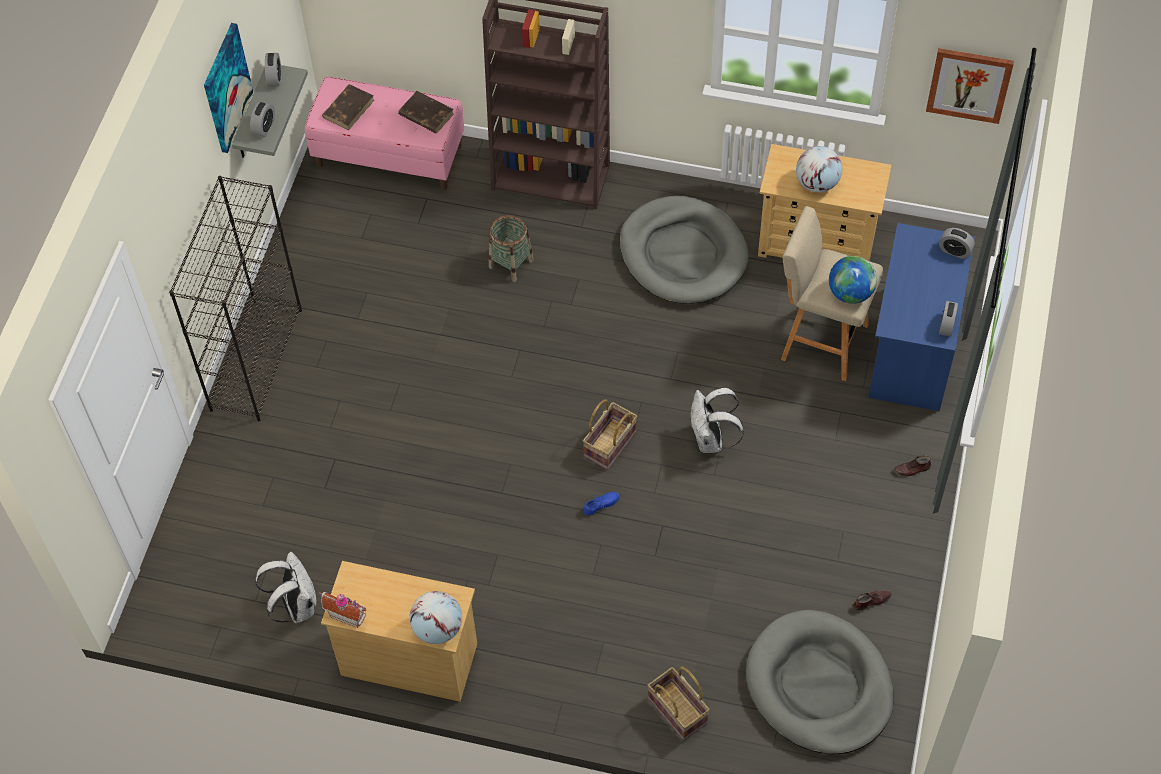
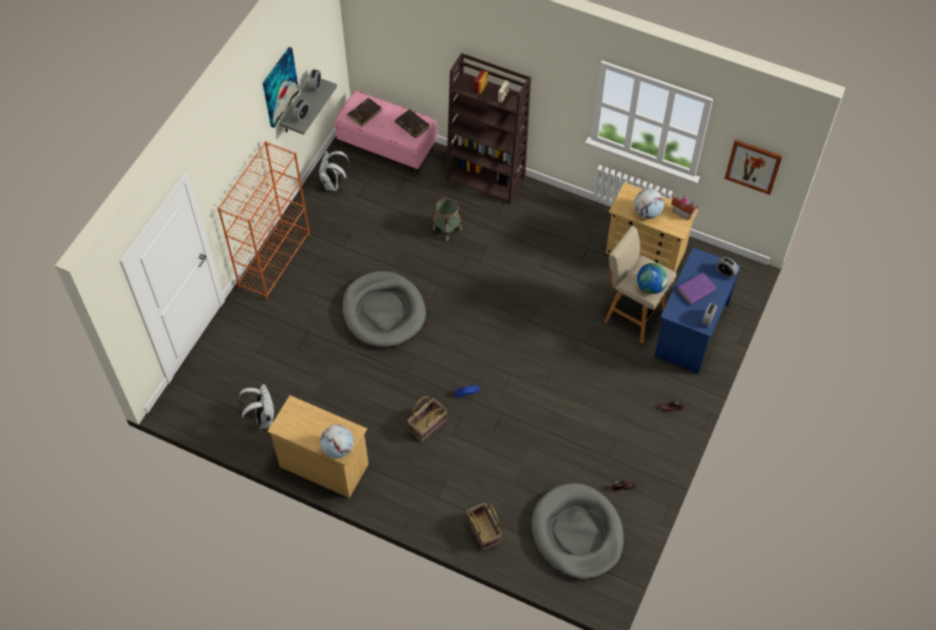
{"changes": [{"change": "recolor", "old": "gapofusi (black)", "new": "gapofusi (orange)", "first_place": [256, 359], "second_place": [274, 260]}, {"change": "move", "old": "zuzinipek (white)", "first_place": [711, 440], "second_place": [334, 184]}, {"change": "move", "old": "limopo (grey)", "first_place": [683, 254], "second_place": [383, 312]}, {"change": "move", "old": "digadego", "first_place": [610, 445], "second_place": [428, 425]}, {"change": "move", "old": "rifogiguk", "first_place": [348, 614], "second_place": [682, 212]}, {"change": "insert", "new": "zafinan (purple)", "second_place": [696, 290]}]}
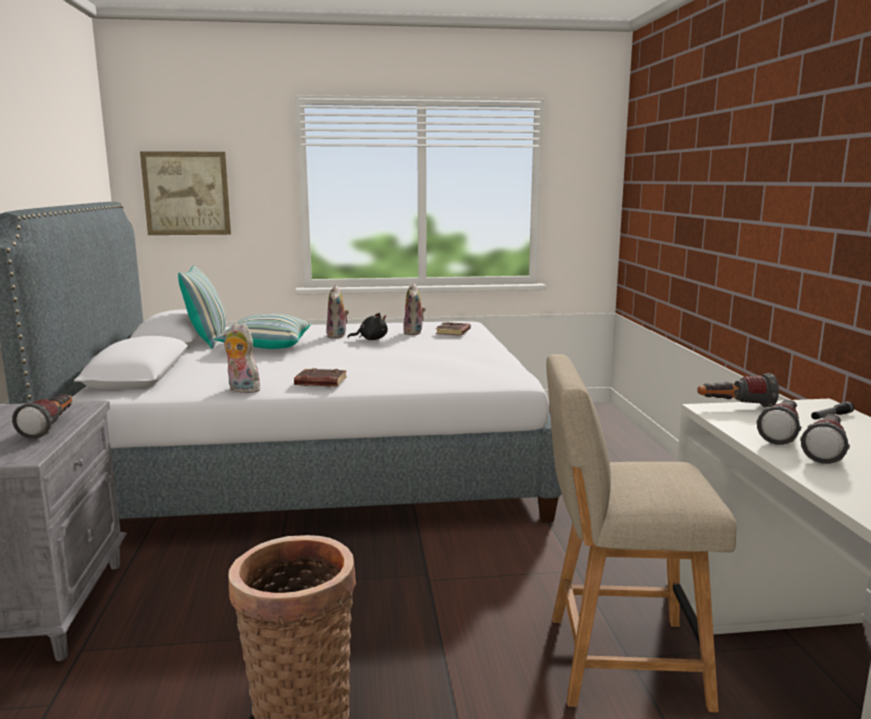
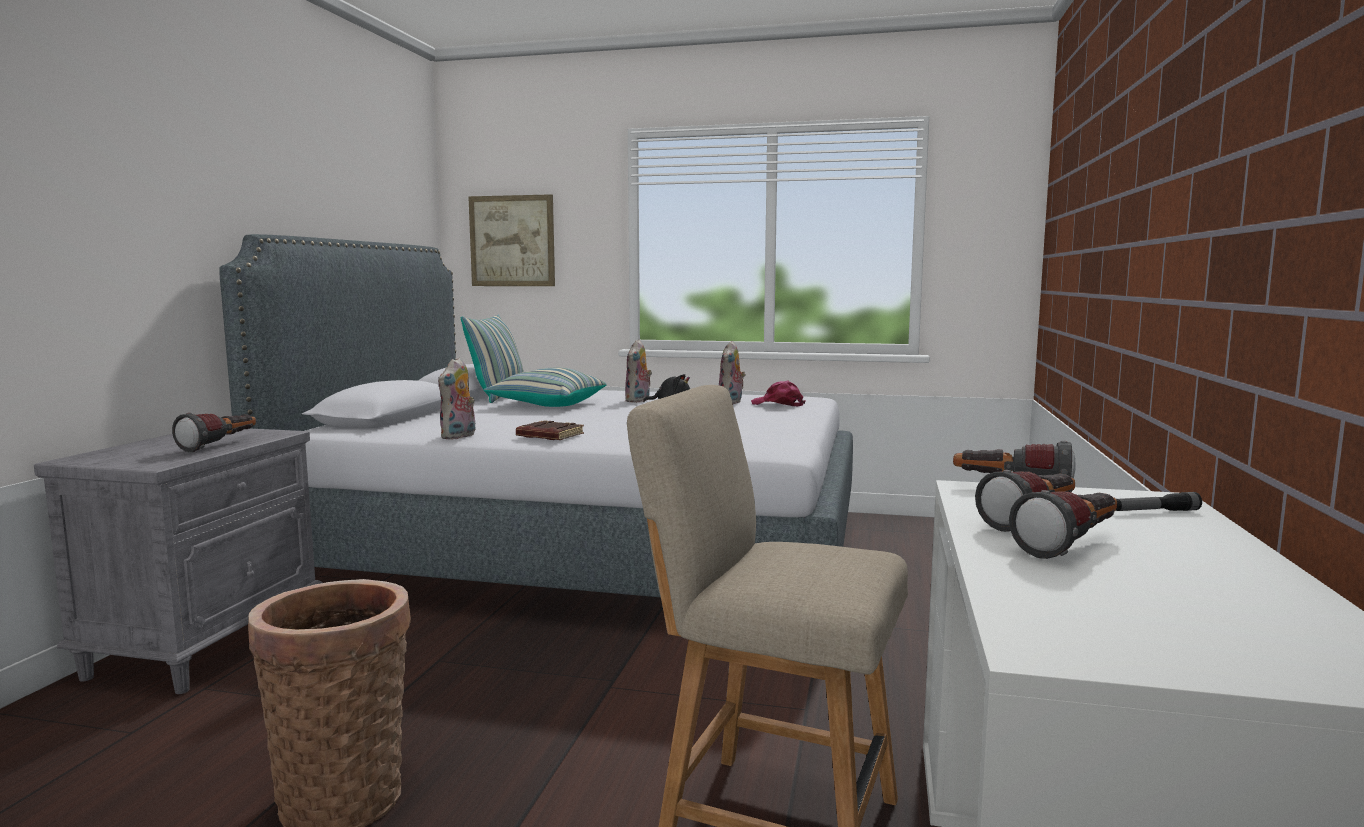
{"changes": [{"change": "rotate", "old": "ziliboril", "first_place": [241, 390], "second_place": [459, 436], "degrees": -120}, {"change": "replace", "old": "zafinan (brown)", "new": "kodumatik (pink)", "first_place": [453, 332], "second_place": [778, 404]}]}
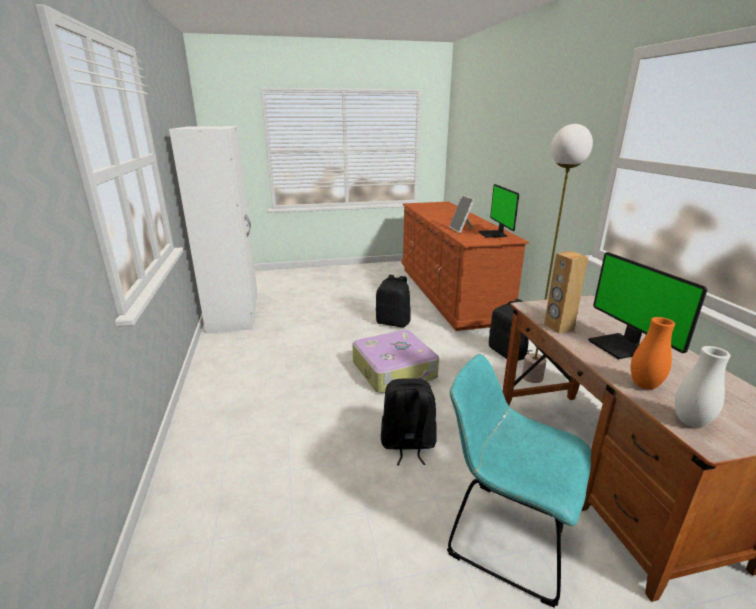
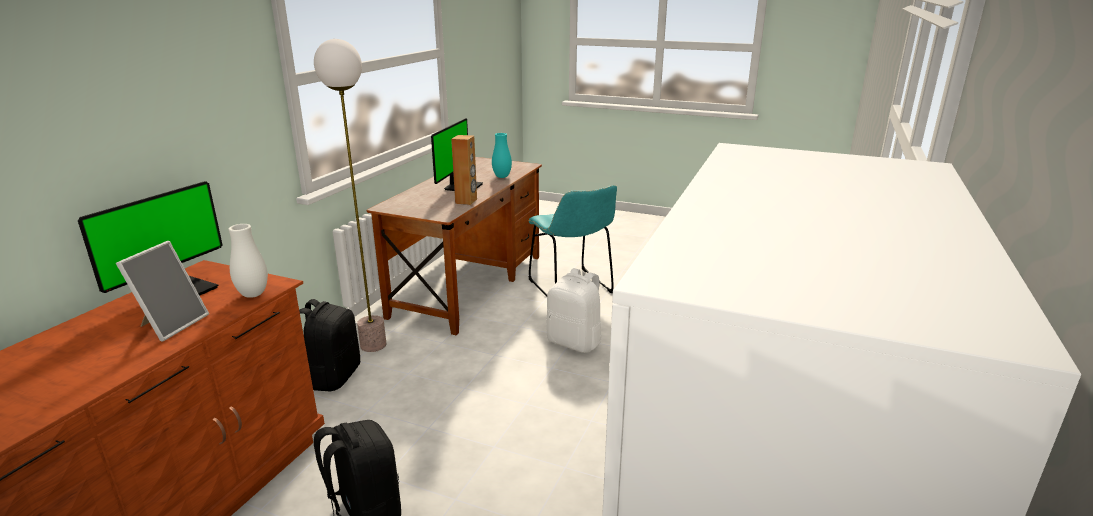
{"changes": [{"change": "move", "old": "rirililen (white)", "first_place": [690, 422], "second_place": [253, 294]}, {"change": "recolor", "old": "rirililen (orange)", "new": "rirililen (turquoise)", "first_place": [644, 385], "second_place": [502, 177]}, {"change": "recolor", "old": "zuzinipek (black)", "new": "zuzinipek (white)", "first_place": [407, 444], "second_place": [575, 342]}, {"change": "delete", "old": "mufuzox", "first_place": [395, 370]}]}
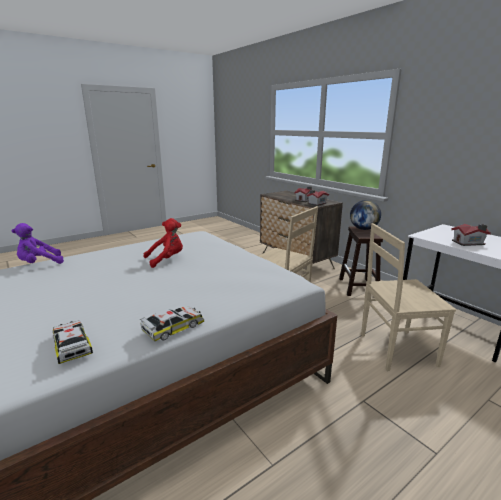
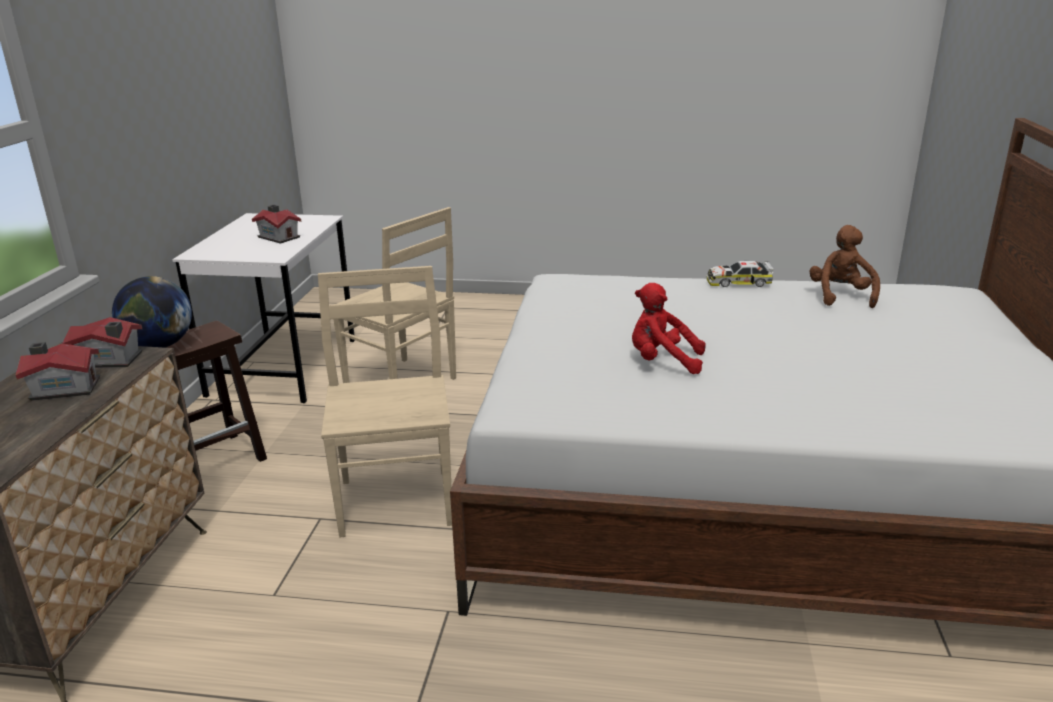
{"changes": [{"change": "replace", "old": "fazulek", "new": "ziliboril (brown)", "first_place": [72, 346], "second_place": [840, 296]}, {"change": "delete", "old": "ziliboril (purple)", "first_place": [39, 264]}]}
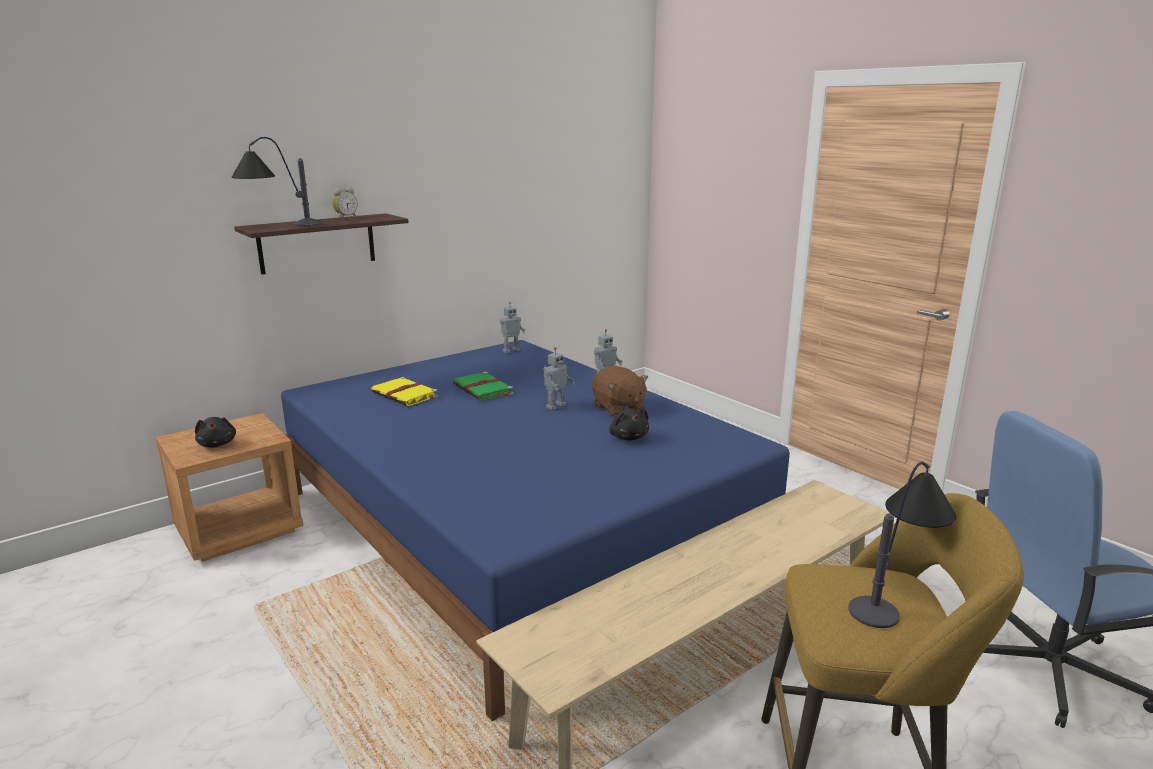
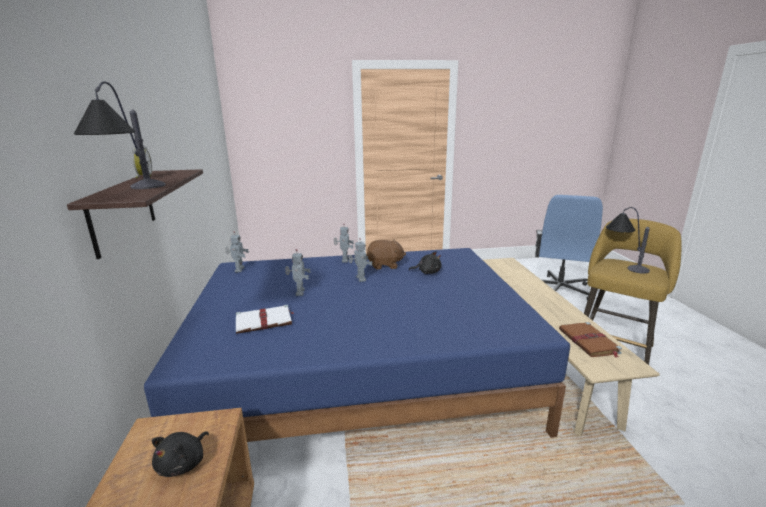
{"changes": [{"change": "rotate", "old": "ziliboril (black)", "first_place": [217, 444], "second_place": [183, 464], "degrees": 105}, {"change": "recolor", "old": "zafinan (yellow)", "new": "zafinan (white)", "first_place": [405, 395], "second_place": [265, 321]}, {"change": "replace", "old": "zafinan (green)", "new": "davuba", "first_place": [483, 389], "second_place": [299, 292]}, {"change": "insert", "new": "zafinan (brown)", "second_place": [589, 342]}]}
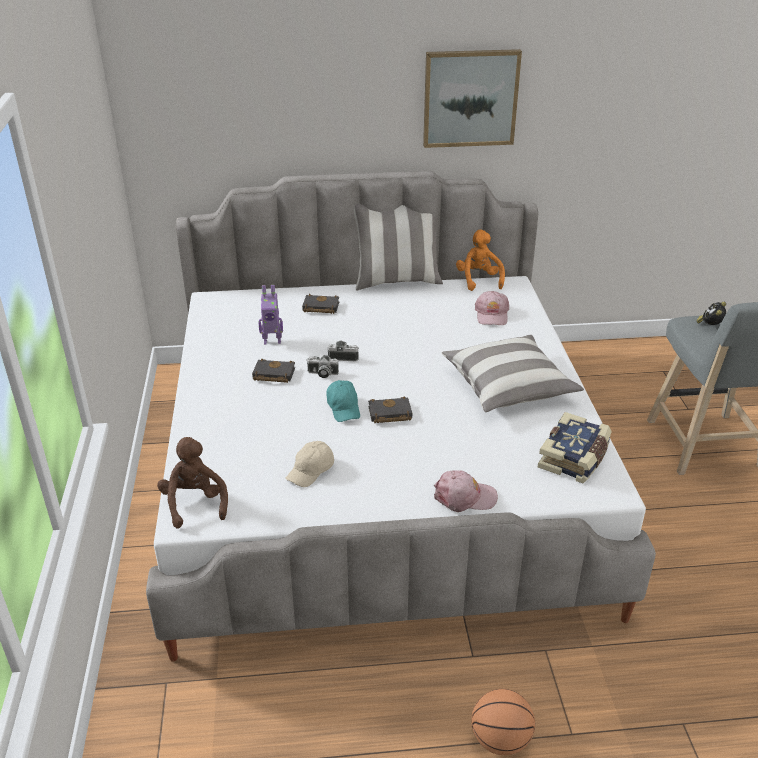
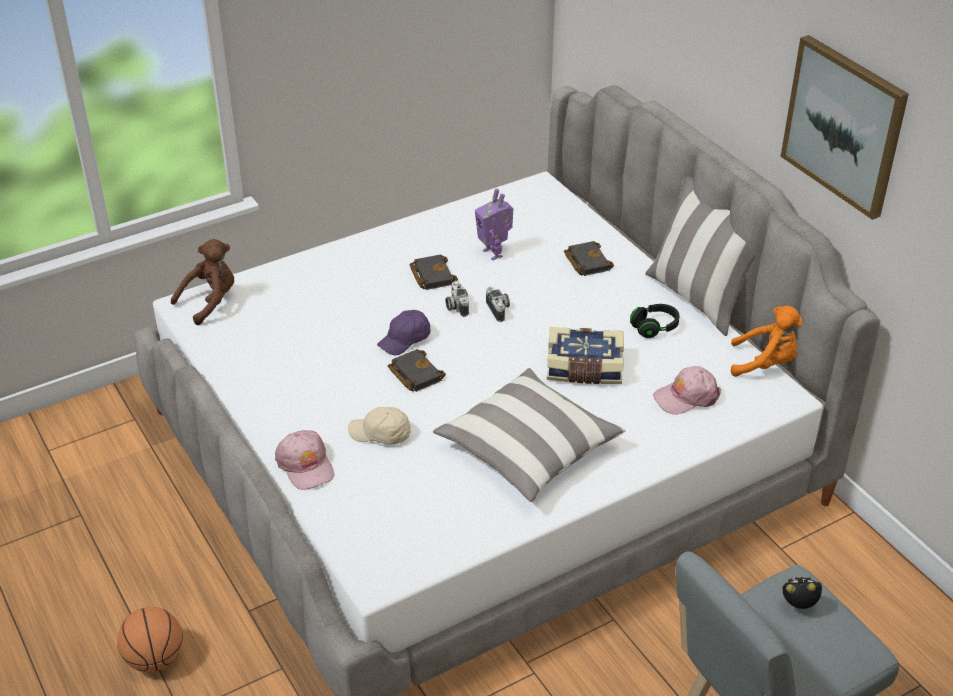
{"changes": [{"change": "move", "old": "kodumatik (beige)", "first_place": [311, 471], "second_place": [380, 434]}, {"change": "recolor", "old": "kodumatik (turquoise)", "new": "kodumatik (purple)", "first_place": [344, 408], "second_place": [405, 340]}, {"change": "move", "old": "zafinan", "first_place": [575, 458], "second_place": [584, 369]}, {"change": "insert", "new": "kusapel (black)", "second_place": [654, 328]}, {"change": "rotate", "old": "ziliboril (orange)", "first_place": [478, 280], "second_place": [766, 364], "degrees": 45}]}
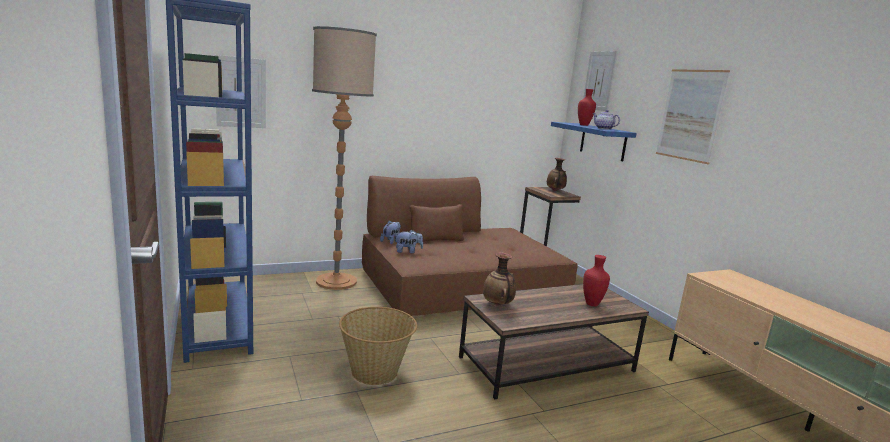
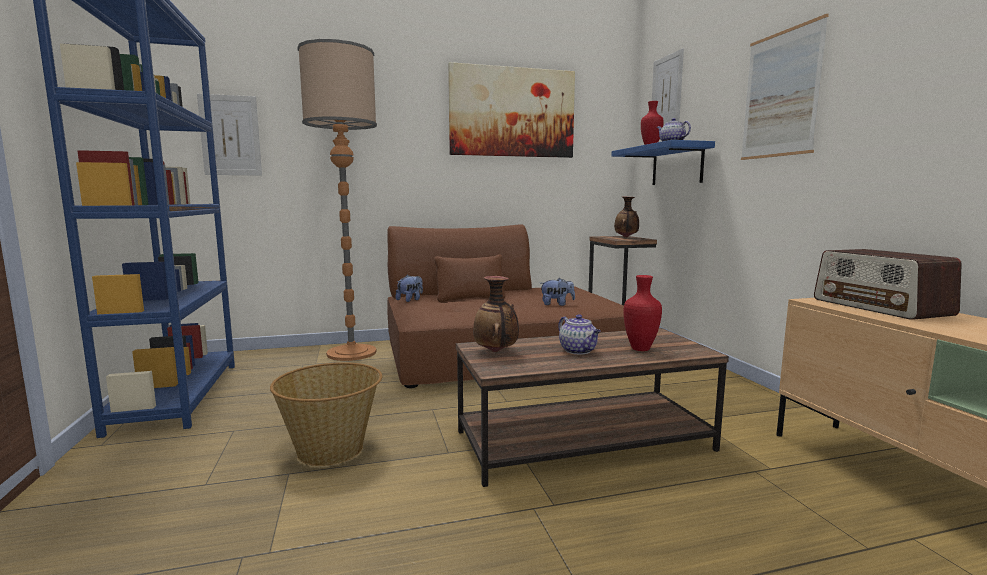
{"changes": [{"change": "insert", "new": "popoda", "second_place": [512, 112]}, {"change": "move", "old": "ziliboril", "first_place": [407, 251], "second_place": [557, 304]}, {"change": "insert", "new": "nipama", "second_place": [579, 351]}, {"change": "insert", "new": "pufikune", "second_place": [880, 307]}]}
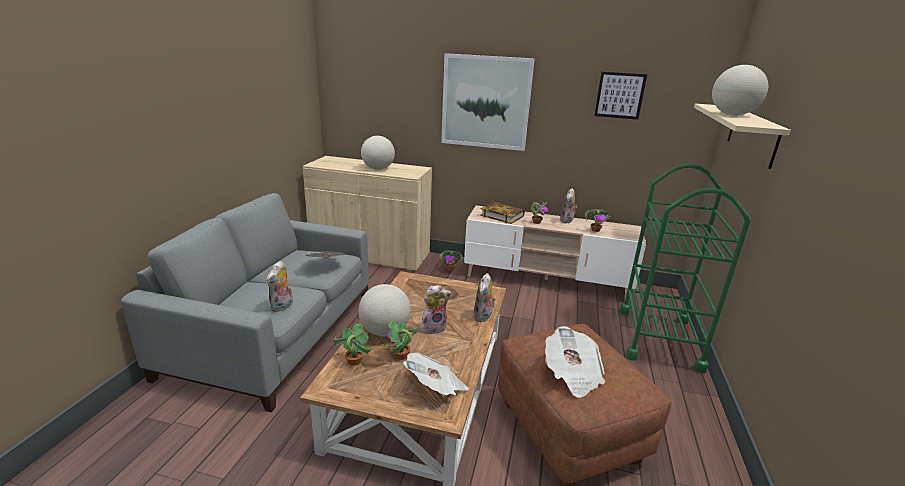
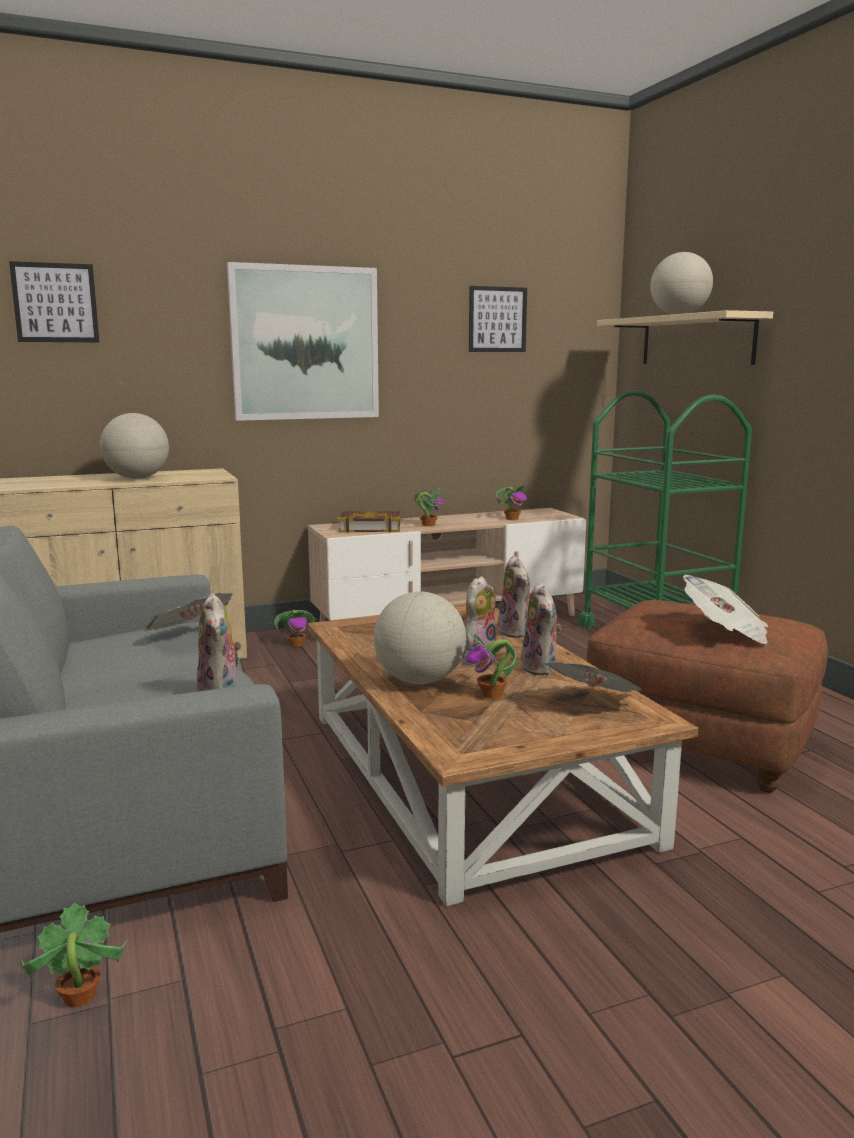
{"changes": [{"change": "insert", "new": "popoda", "second_place": [55, 303]}, {"change": "move", "old": "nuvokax", "first_place": [354, 361], "second_place": [78, 997]}, {"change": "move", "old": "ziliboril", "first_place": [567, 221], "second_place": [541, 668]}]}
